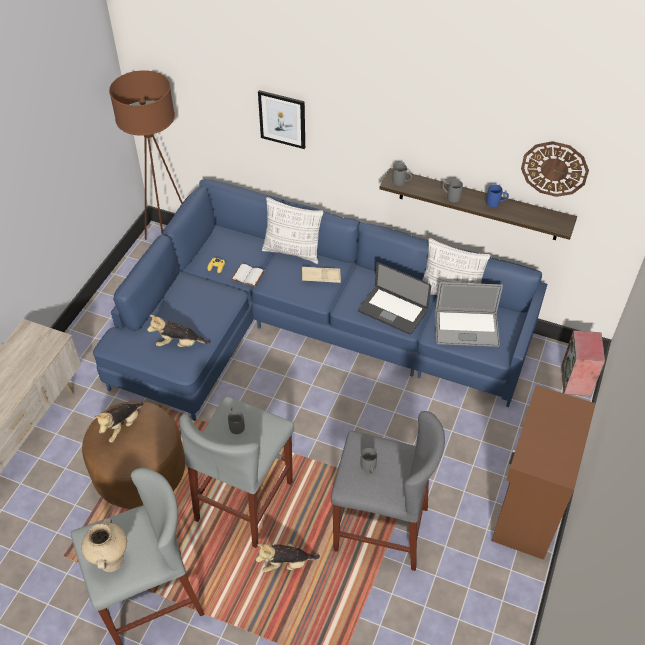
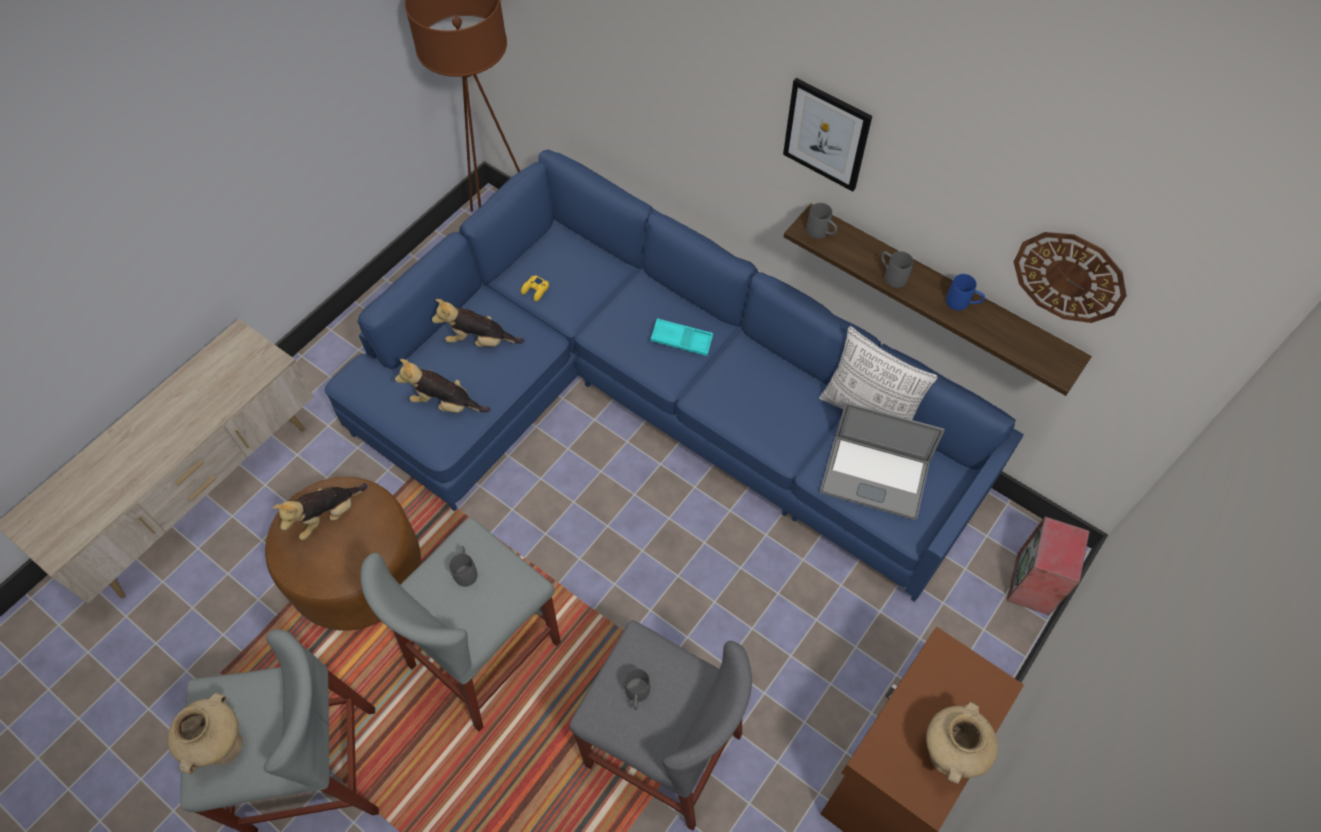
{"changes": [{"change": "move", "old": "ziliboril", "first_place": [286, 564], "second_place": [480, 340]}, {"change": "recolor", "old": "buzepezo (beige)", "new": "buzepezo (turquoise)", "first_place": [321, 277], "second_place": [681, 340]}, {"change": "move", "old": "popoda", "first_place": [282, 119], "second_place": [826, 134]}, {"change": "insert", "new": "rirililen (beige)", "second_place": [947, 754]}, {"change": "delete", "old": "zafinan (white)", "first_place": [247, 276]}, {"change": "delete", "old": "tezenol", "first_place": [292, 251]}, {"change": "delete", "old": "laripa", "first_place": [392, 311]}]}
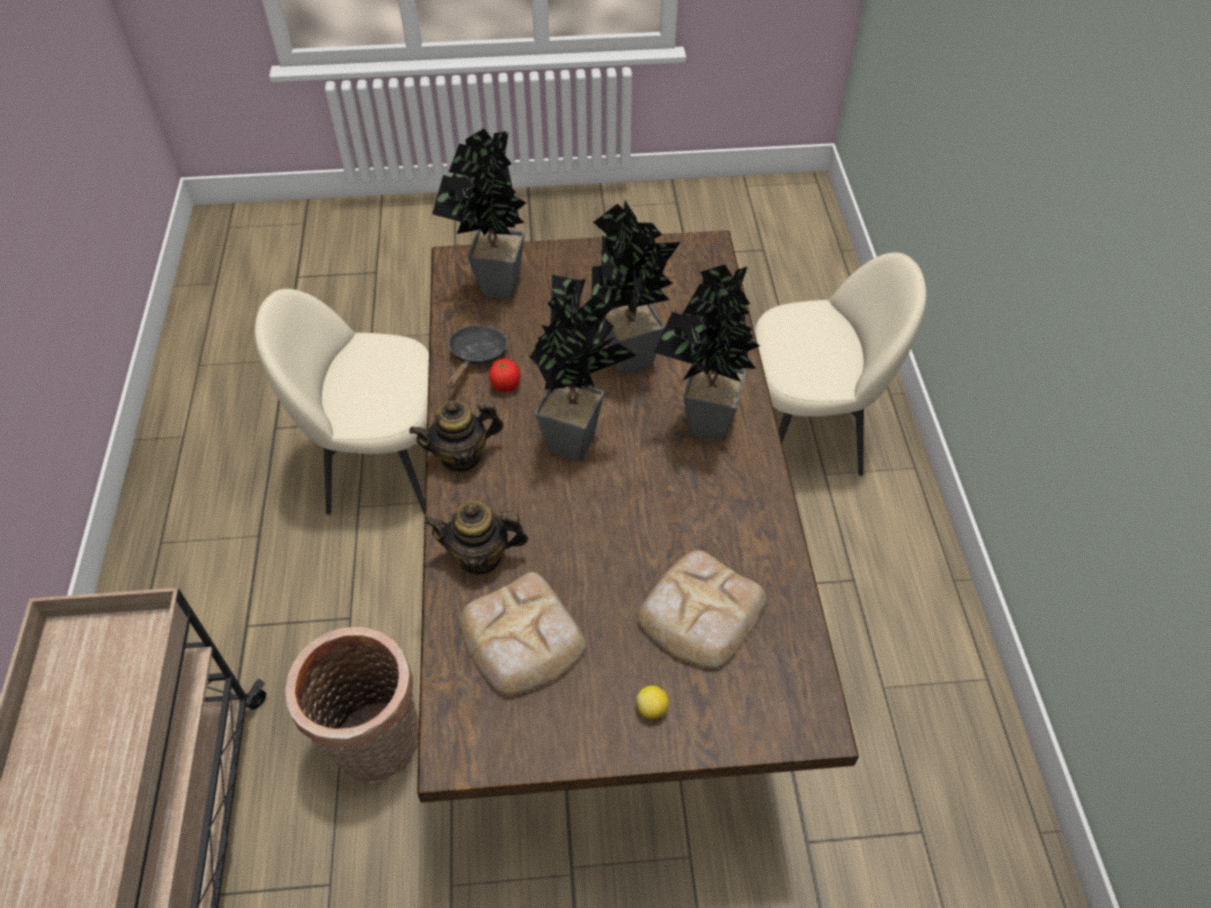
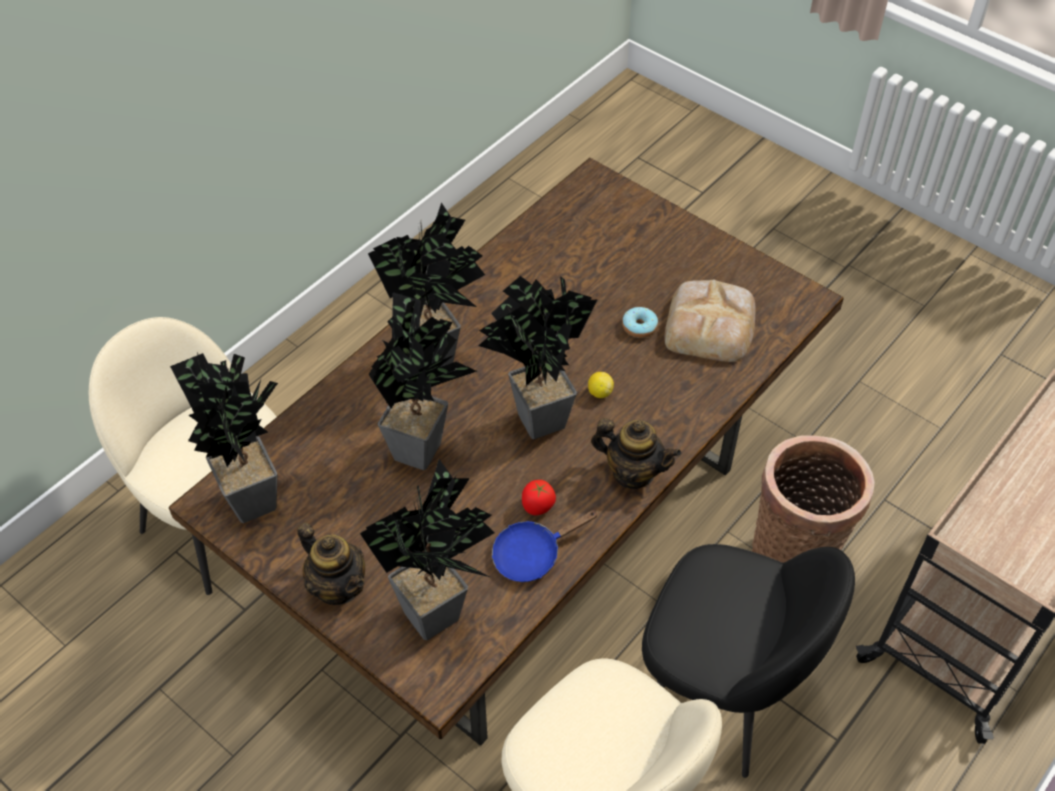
{"changes": [{"change": "insert", "new": "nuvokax", "second_place": [254, 494]}, {"change": "move", "old": "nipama", "first_place": [480, 557], "second_place": [338, 586]}, {"change": "recolor", "old": "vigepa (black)", "new": "vigepa (blue)", "first_place": [476, 356], "second_place": [532, 554]}, {"change": "move", "old": "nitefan", "first_place": [652, 709], "second_place": [600, 392]}, {"change": "insert", "new": "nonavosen", "second_place": [639, 327]}, {"change": "insert", "new": "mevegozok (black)", "second_place": [721, 693]}, {"change": "delete", "old": "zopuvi", "first_place": [699, 613]}]}
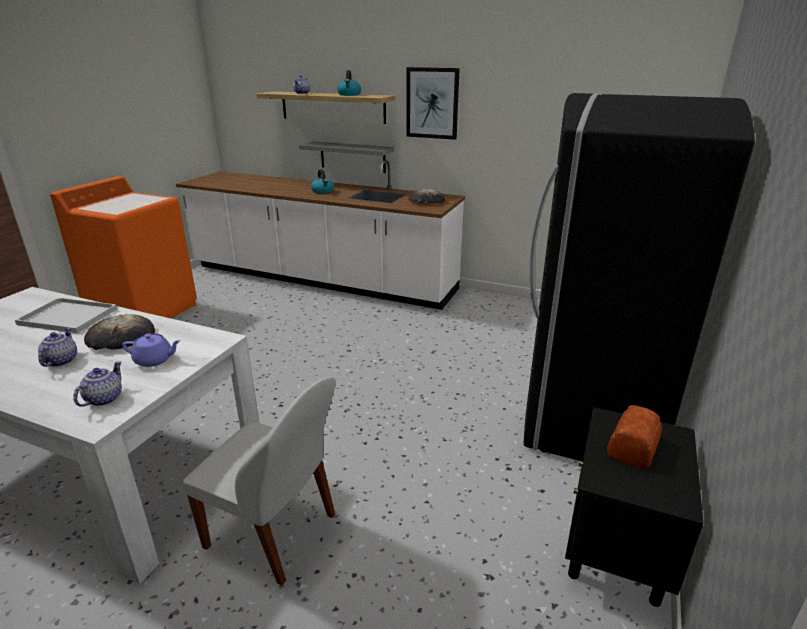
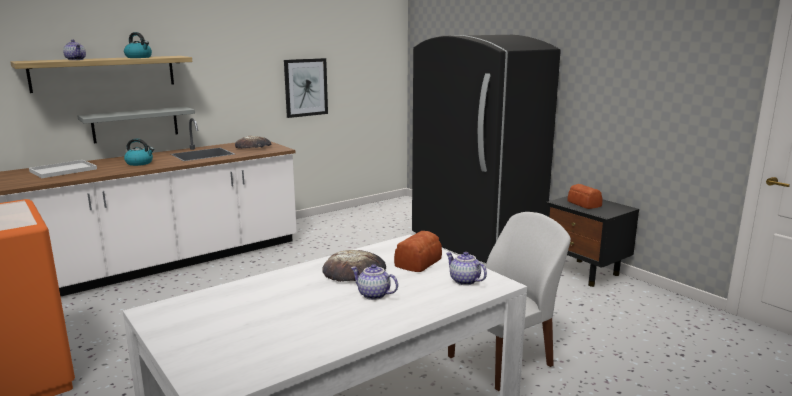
{"changes": [{"change": "move", "old": "buzepezo (white)", "first_place": [66, 317], "second_place": [62, 170]}, {"change": "move", "old": "popoda", "first_place": [432, 103], "second_place": [306, 87]}, {"change": "replace", "old": "nipama (purple)", "new": "zopuvi", "first_place": [155, 360], "second_place": [417, 262]}]}
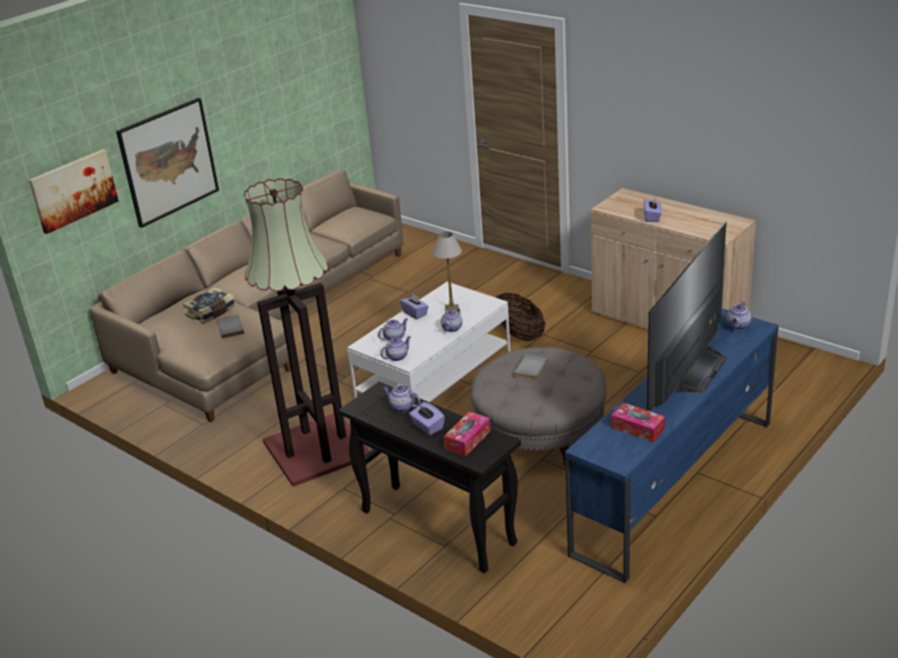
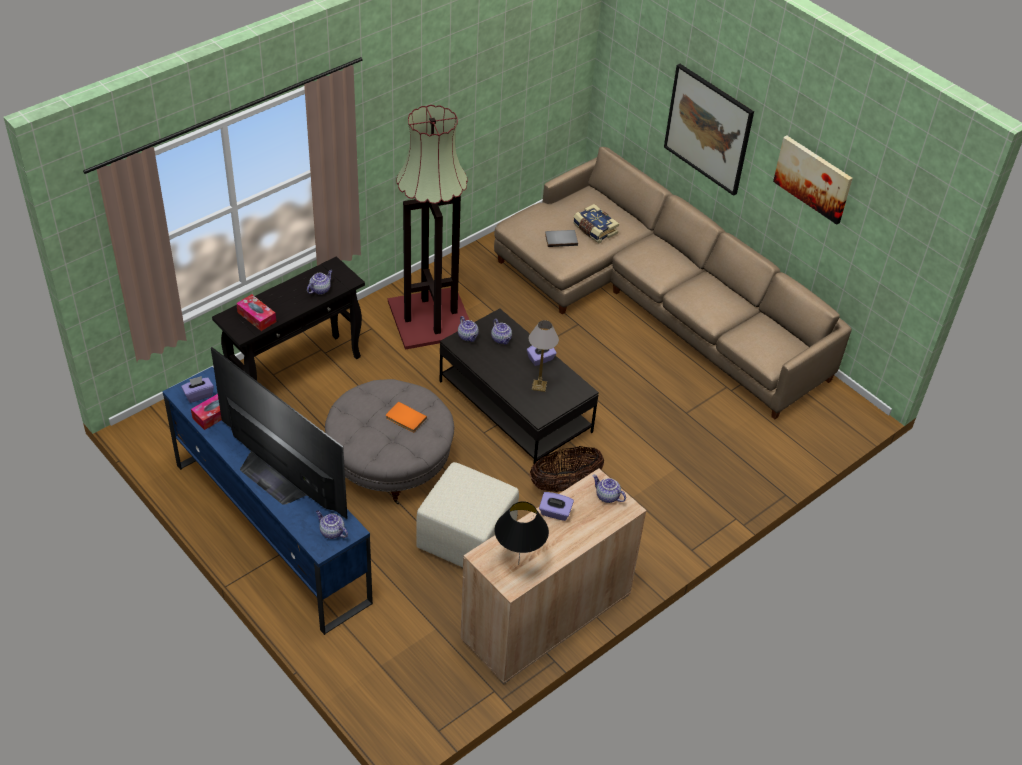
{"changes": [{"change": "move", "old": "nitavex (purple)", "first_place": [427, 427], "second_place": [198, 395]}, {"change": "recolor", "old": "zafinan (grey)", "new": "zafinan (orange)", "first_place": [532, 368], "second_place": [405, 419]}, {"change": "insert", "new": "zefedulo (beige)", "second_place": [465, 538]}, {"change": "recolor", "old": "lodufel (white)", "new": "lodufel (black)", "first_place": [434, 374], "second_place": [515, 407]}, {"change": "insert", "new": "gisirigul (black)", "second_place": [518, 564]}, {"change": "move", "old": "nipama", "first_place": [452, 328], "second_place": [607, 496]}, {"change": "move", "old": "popoda", "first_place": [73, 190], "second_place": [813, 178]}]}
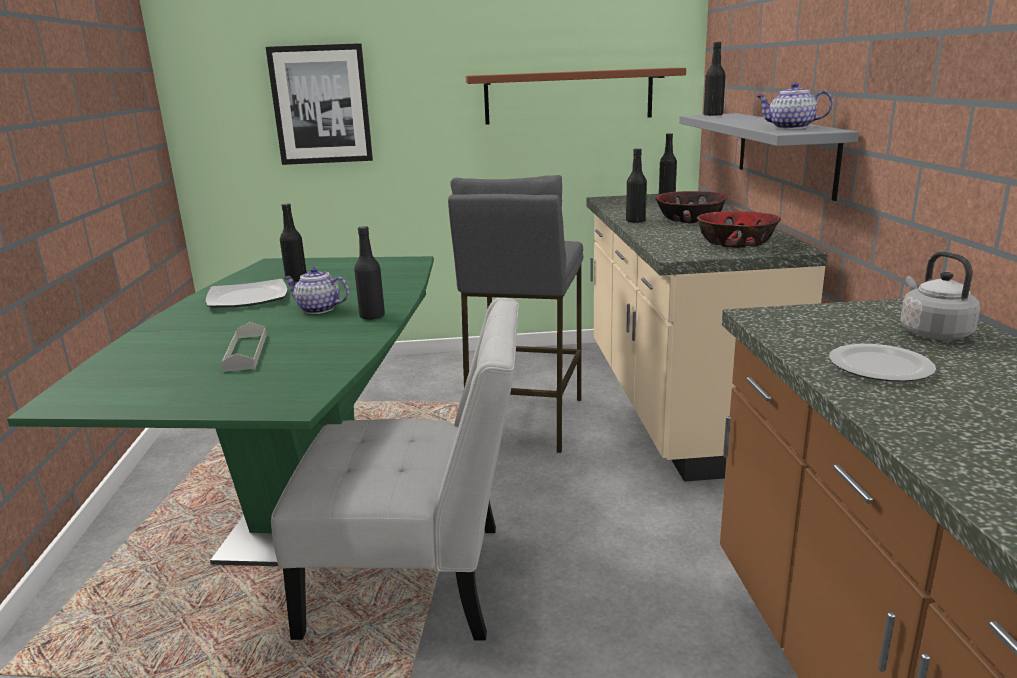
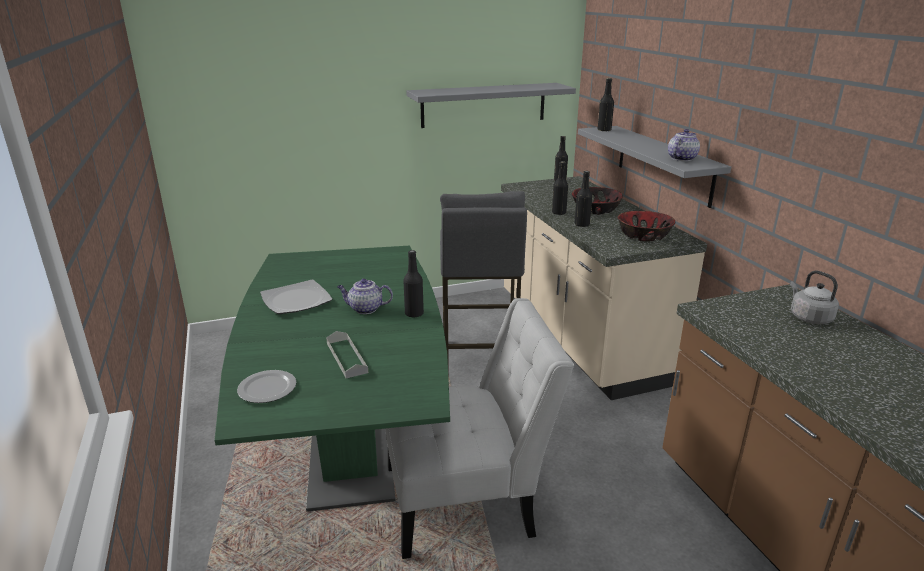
{"changes": [{"change": "move", "old": "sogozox", "first_place": [881, 367], "second_place": [268, 389]}, {"change": "recolor", "old": "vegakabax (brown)", "new": "vegakabax (grey)", "first_place": [568, 96], "second_place": [484, 105]}, {"change": "move", "old": "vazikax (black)", "first_place": [296, 279], "second_place": [582, 224]}, {"change": "rotate", "old": "nipama", "first_place": [790, 128], "second_place": [681, 158], "degrees": 120}, {"change": "delete", "old": "popoda", "first_place": [321, 105]}]}
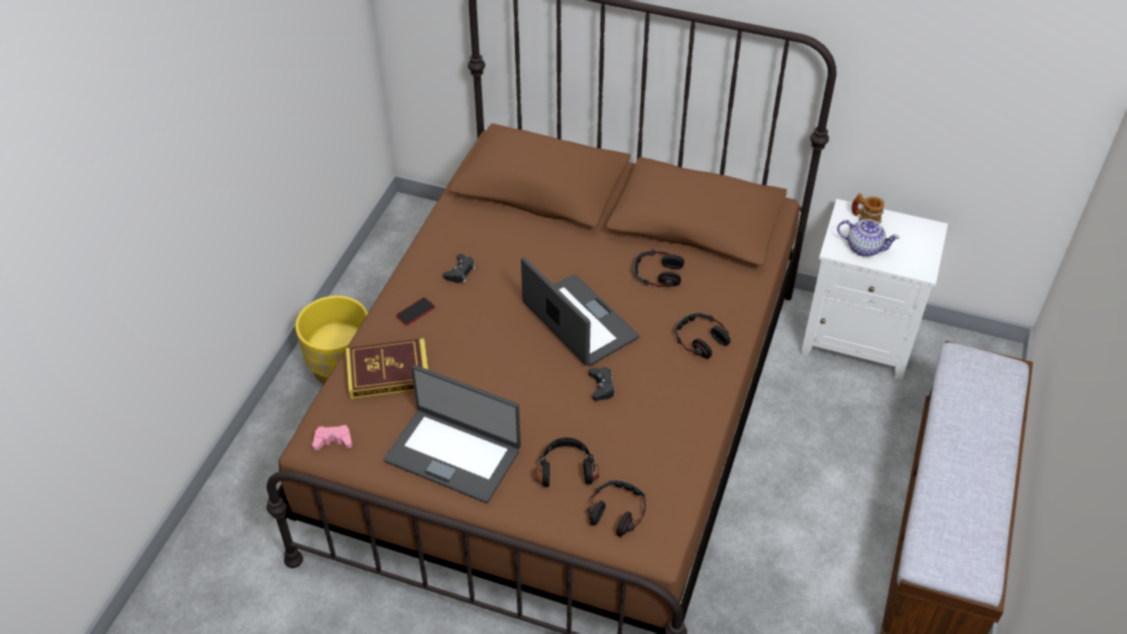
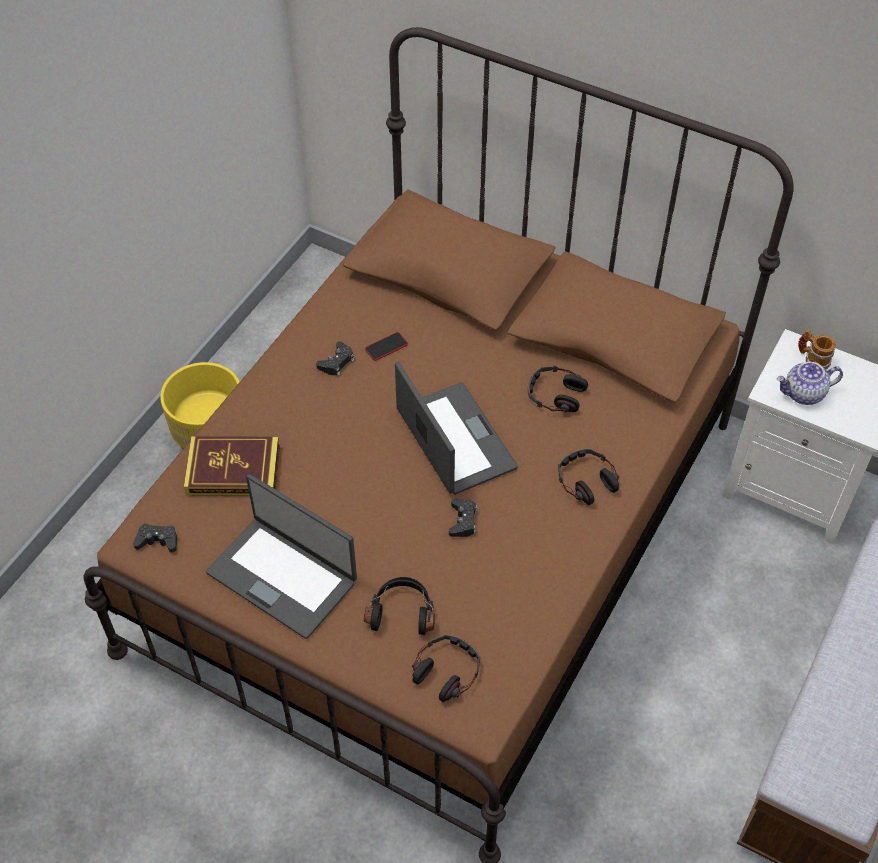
{"changes": [{"change": "recolor", "old": "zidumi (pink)", "new": "zidumi (black)", "first_place": [333, 441], "second_place": [157, 541]}, {"change": "move", "old": "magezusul", "first_place": [415, 312], "second_place": [386, 347]}, {"change": "rotate", "old": "nipama", "first_place": [864, 247], "second_place": [803, 394], "degrees": 135}]}
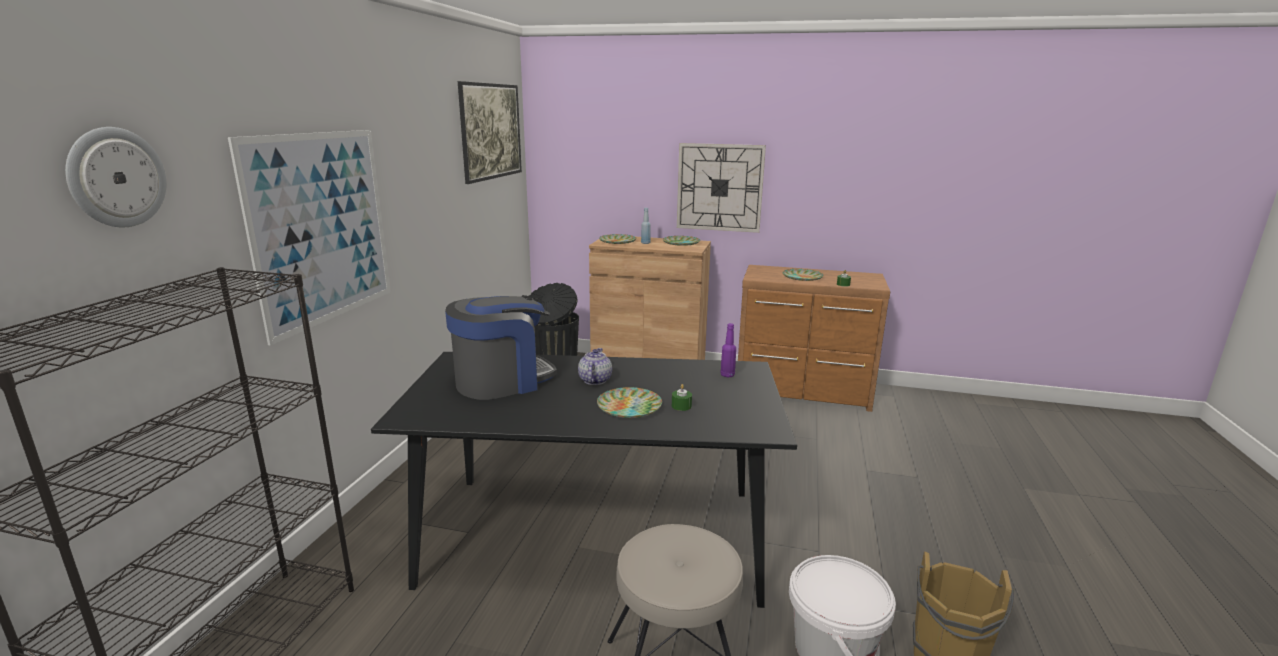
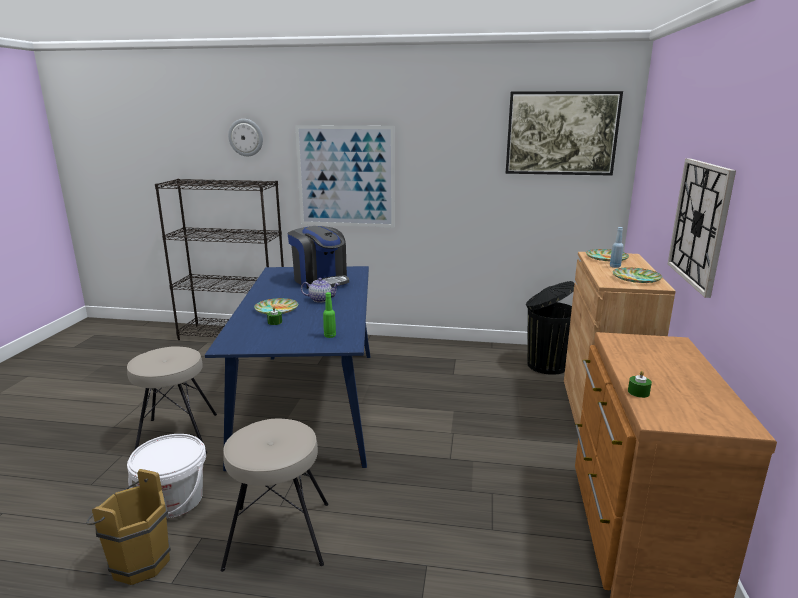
{"changes": [{"change": "recolor", "old": "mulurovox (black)", "new": "mulurovox (blue)", "first_place": [594, 536], "second_place": [310, 402]}, {"change": "insert", "new": "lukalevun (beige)", "second_place": [278, 535]}, {"change": "recolor", "old": "vazikax (purple)", "new": "vazikax (green)", "first_place": [727, 375], "second_place": [330, 336]}, {"change": "delete", "old": "sogozox", "first_place": [802, 277]}]}
